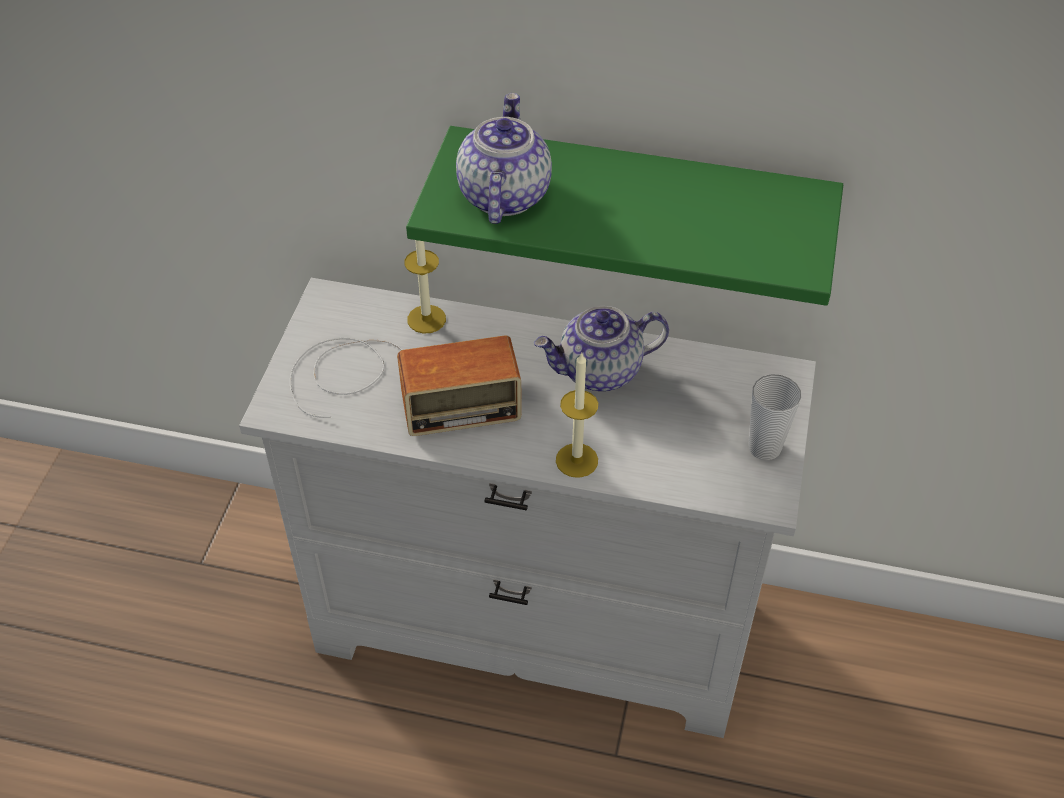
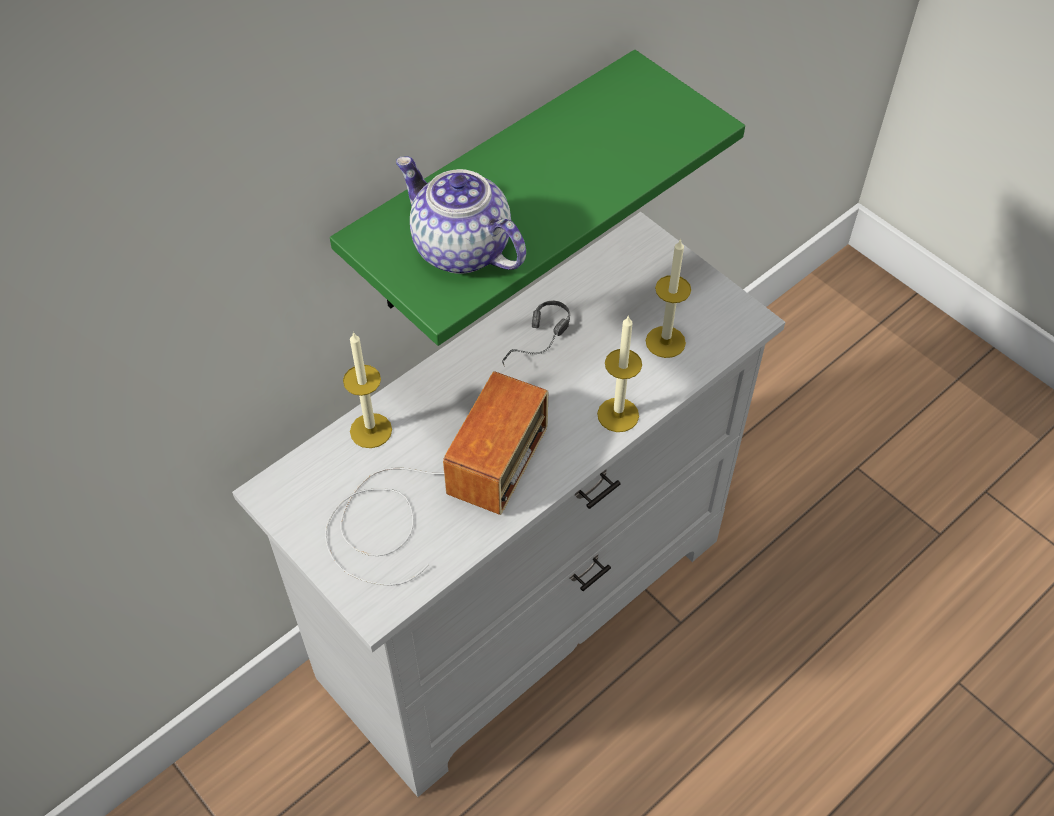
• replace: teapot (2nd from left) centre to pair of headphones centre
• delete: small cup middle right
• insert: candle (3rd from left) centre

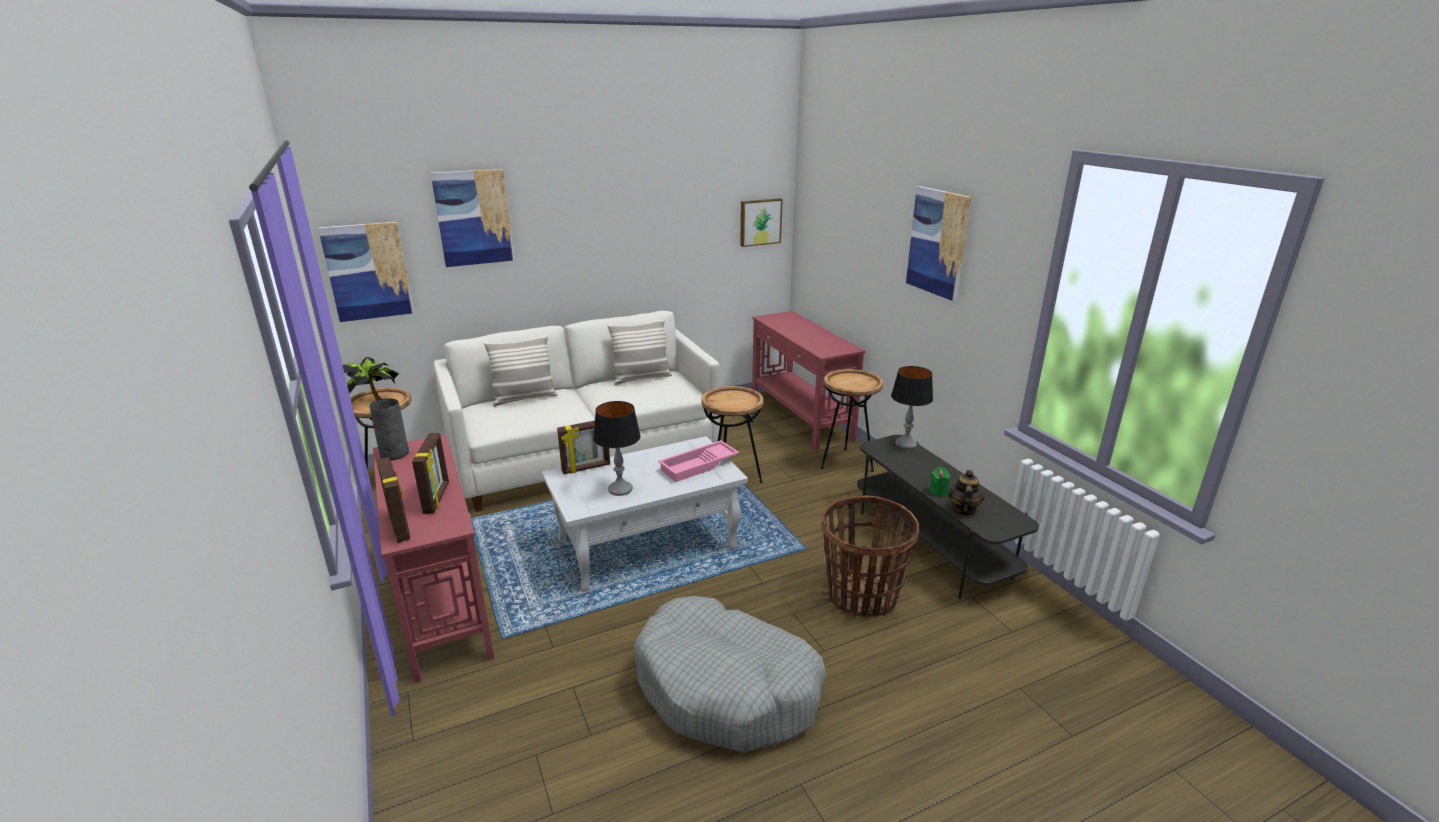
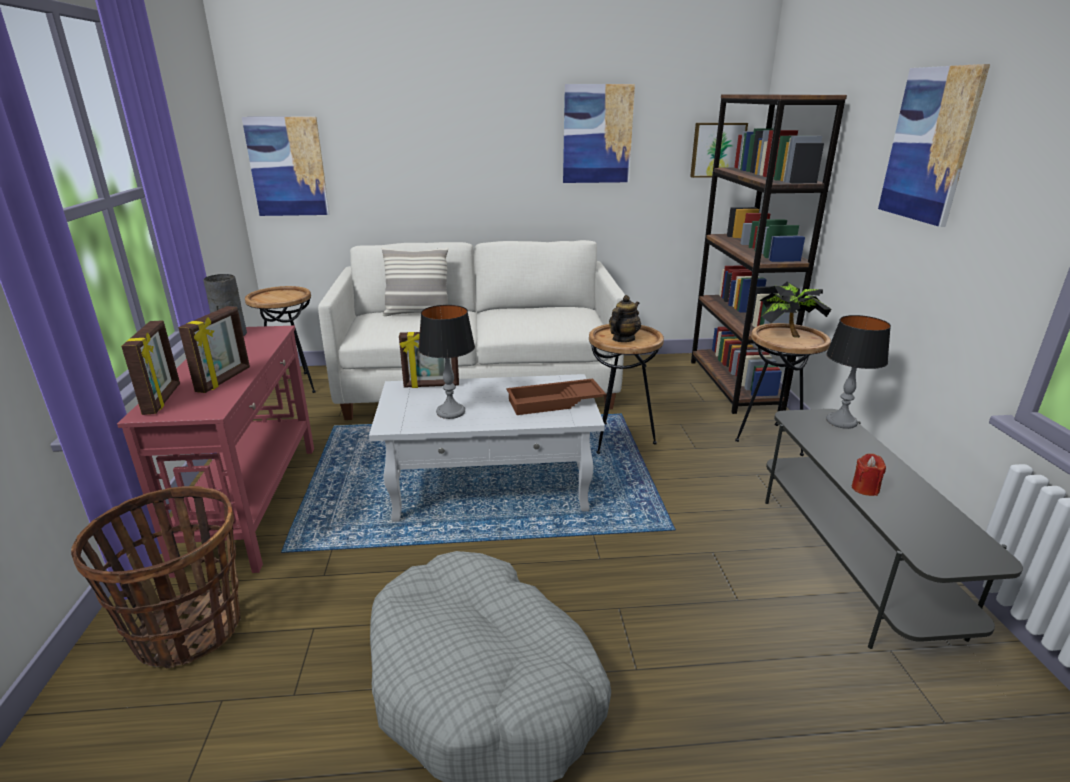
• move: potted plant middle left to middle right
• move: wall art (2nd from left) top left to top centre
• delete: cushion (2nd from left) centre
• recolor: pink tray centre to brownish tray centre
• replace: red-coloured narrow table (2nd from left) centre to brownish bookcase top right
• move: storage basket bottom centre to bottom left
• recolor: greenish candle centre to red-coloured candle middle right
• move: teapot middle right to centre

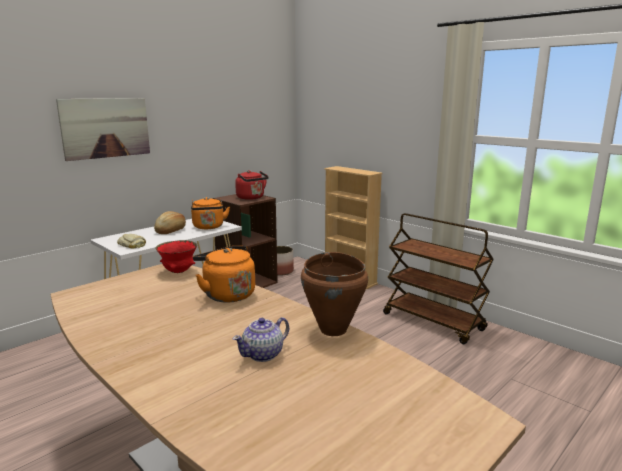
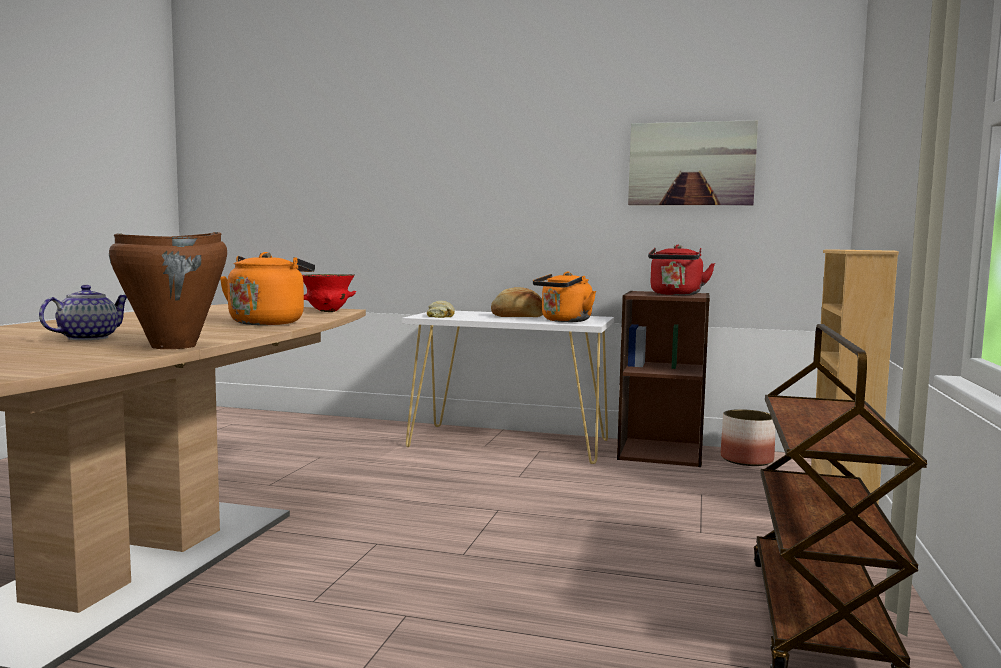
• move: wall art top left to top right
• rotate: teapot bottom centre = middle left 105 degrees clockwise

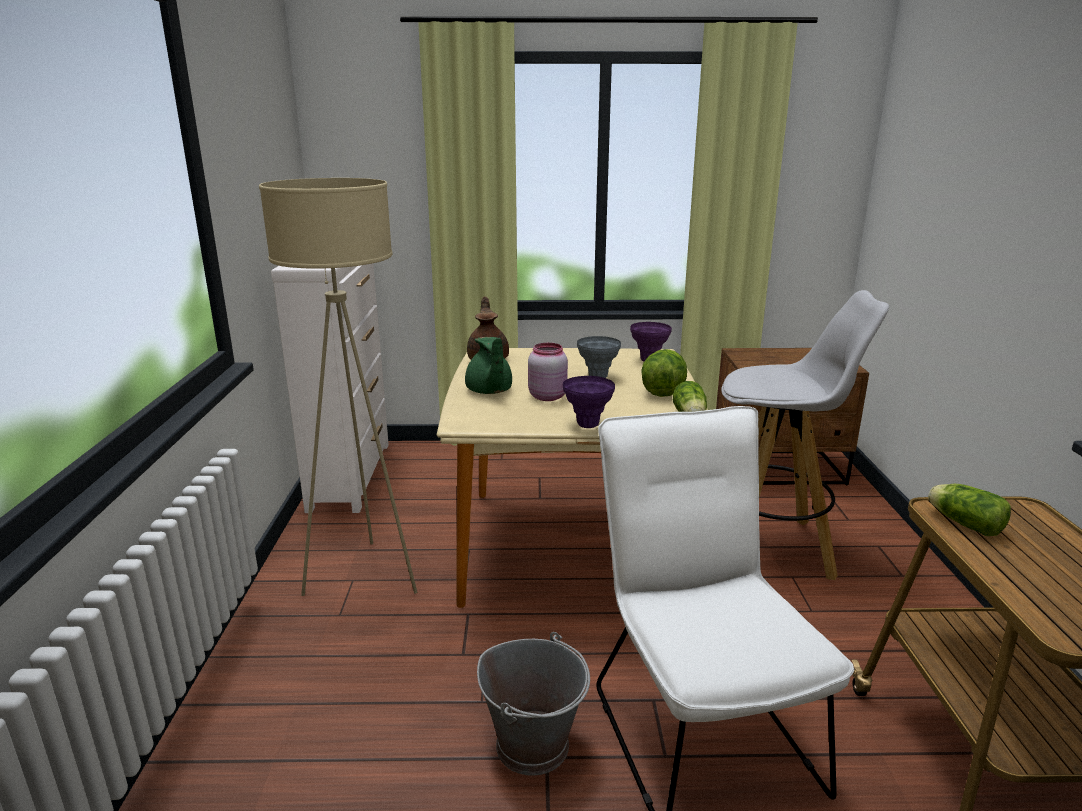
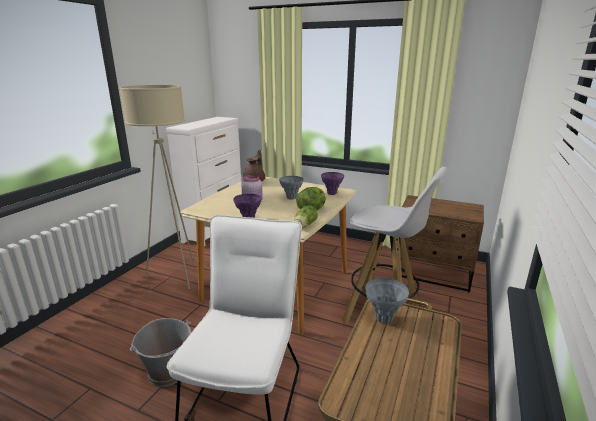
• delete: greenish teapot centre
• replace: head of lettuce (3rd from left) middle right to gray decorative vase (2nd from left) bottom centre

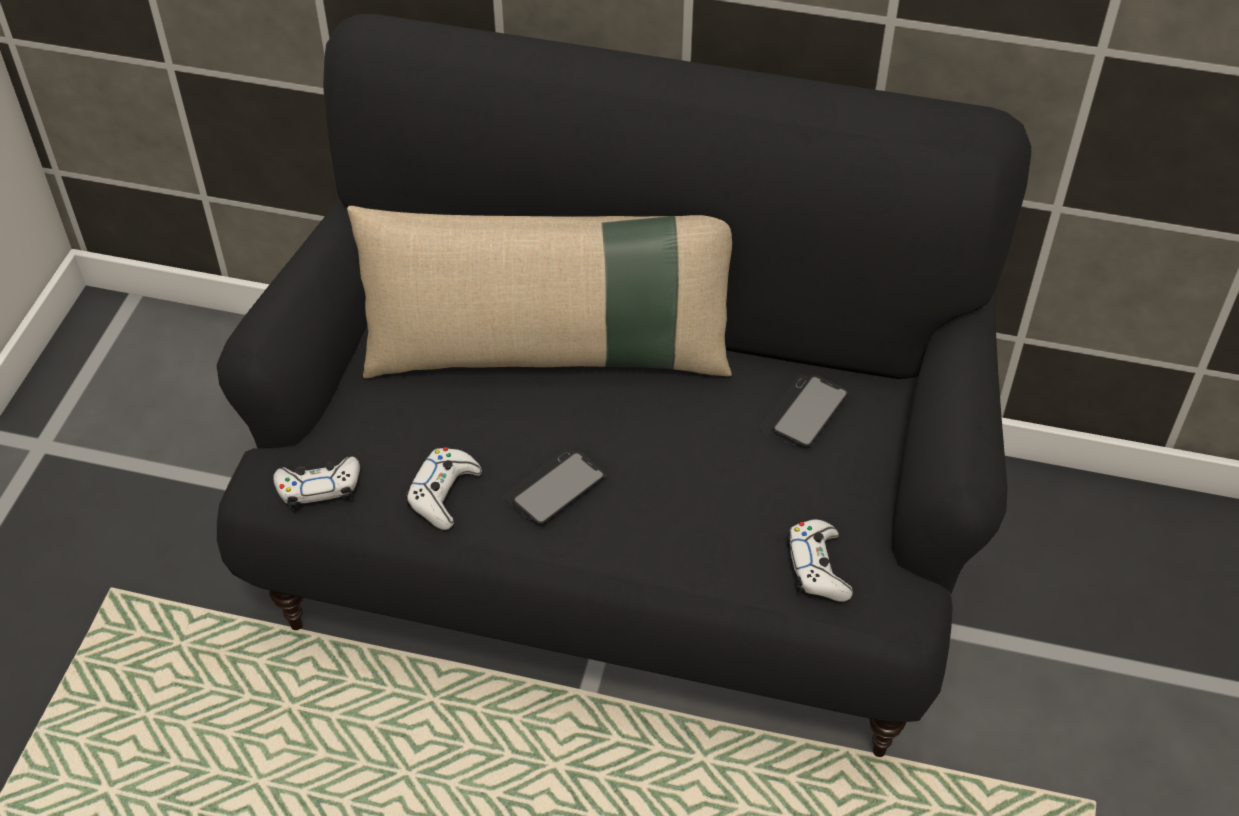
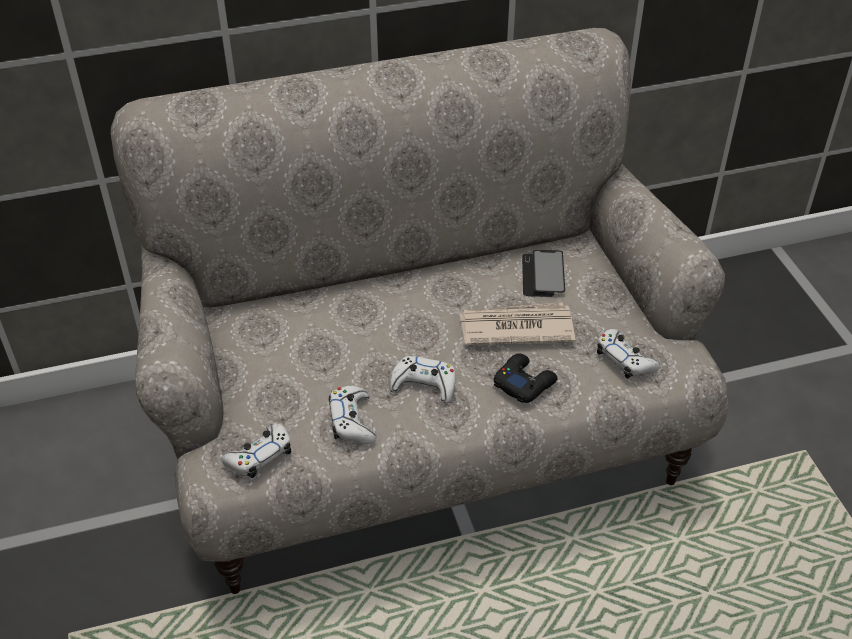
• recolor: blackish sofa centre to sand-coloured sofa centre
• delete: sand-coloured cushion centre
• replace: telephone (1st from left) centre to whitish gamepad (3rd from left) centre
• insert: daily paper centre
• insert: blackish gamepad centre

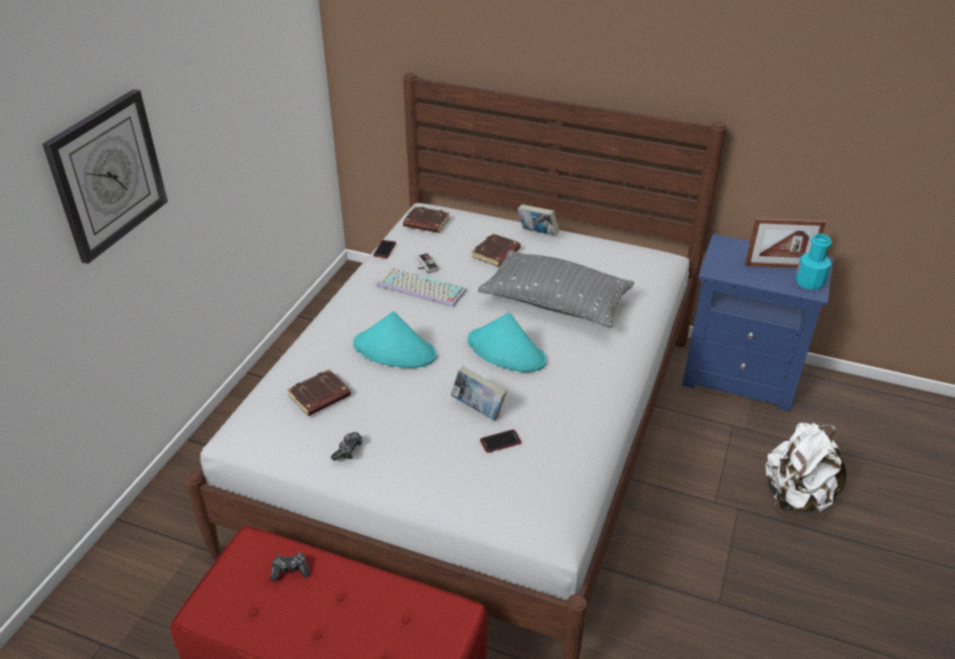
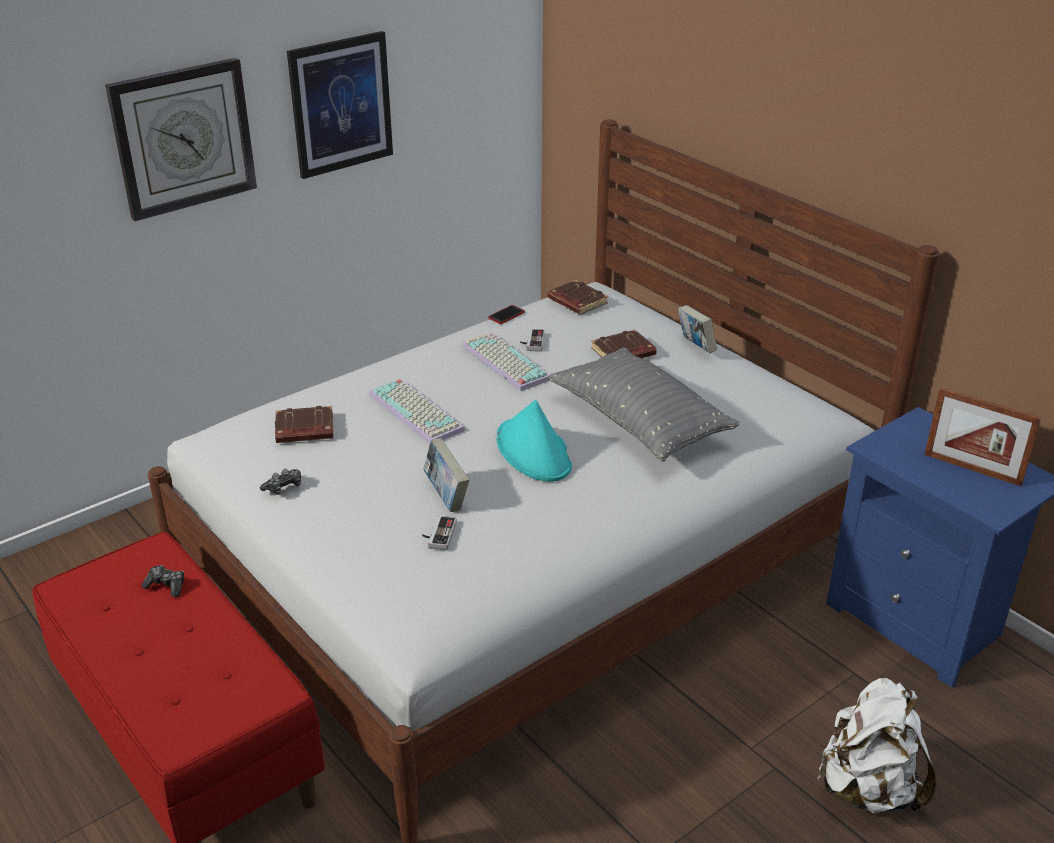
• replace: turquoise clothing hat (1st from left) centre to keyboard (1st from left) centre
• replace: telephone (2nd from left) bottom centre to gamepad (3rd from left) centre
• delete: turquoise drink bottle middle right
• insert: wall art top left

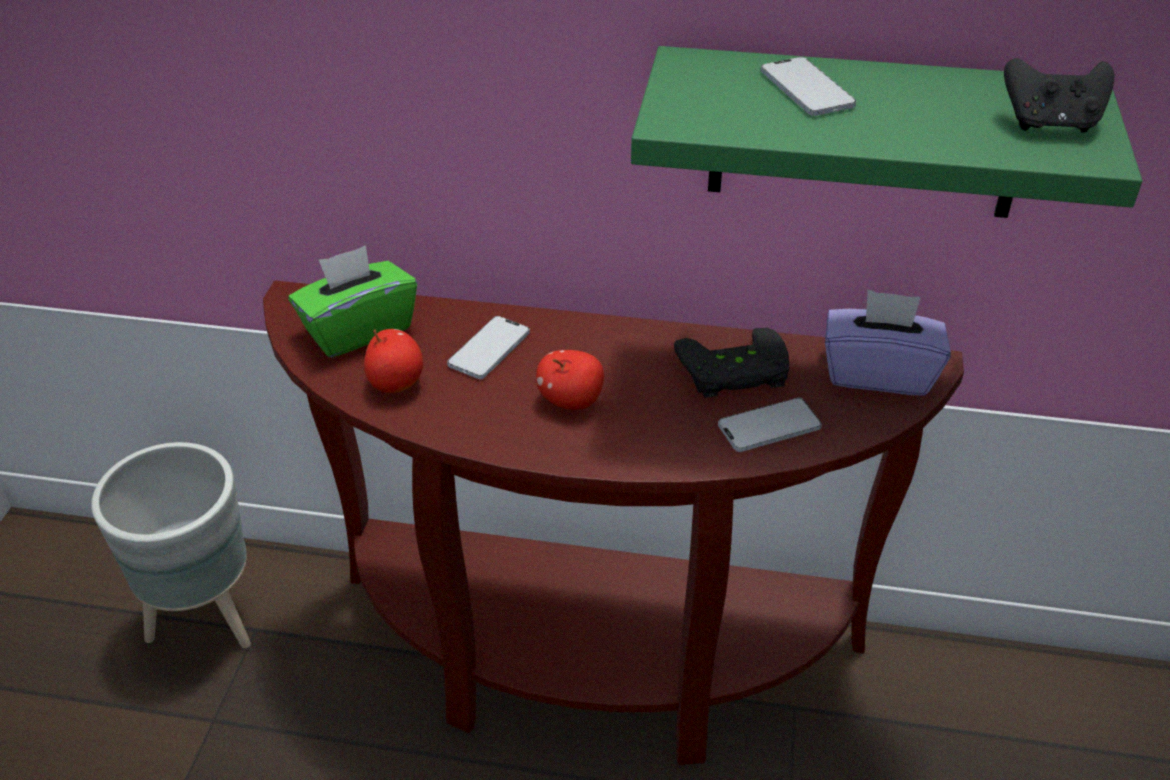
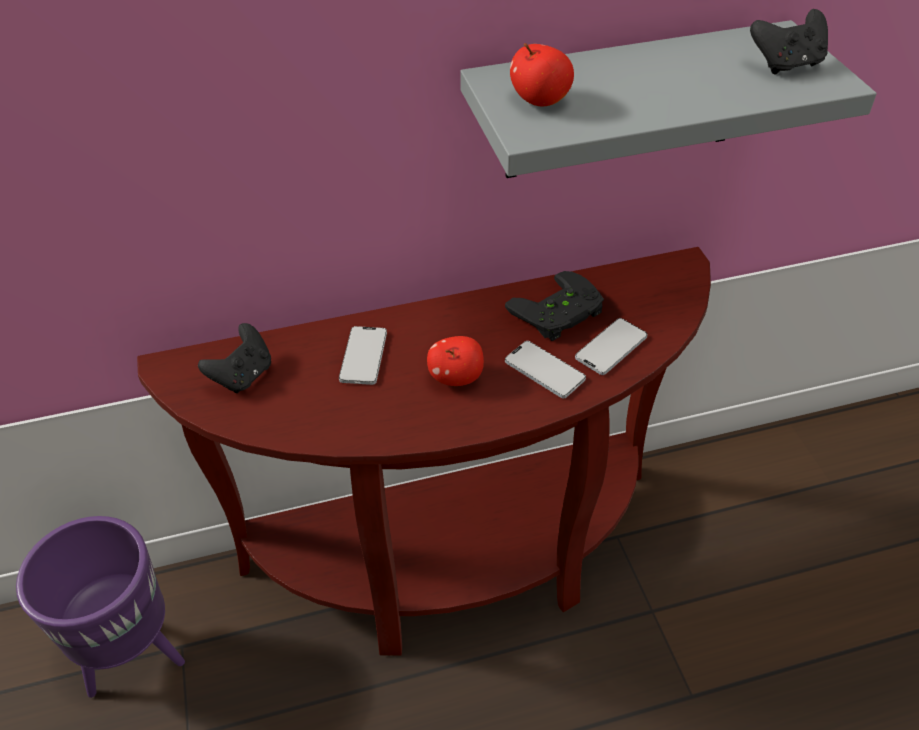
• recolor: gray planter bottom left to purplish planter bottom left
• replace: greenish tissue holder middle left to blackish gamepad (1st from left) middle left
• move: apple fruit (1st from left in the first image) centre to apple fruit (2nd from left) top centre
• recolor: greenish shelf top right to gray shelf top right
• move: telephone (3rd from left in the first image) top right to telephone (2nd from left) centre
• delete: purplish tissue holder middle right

